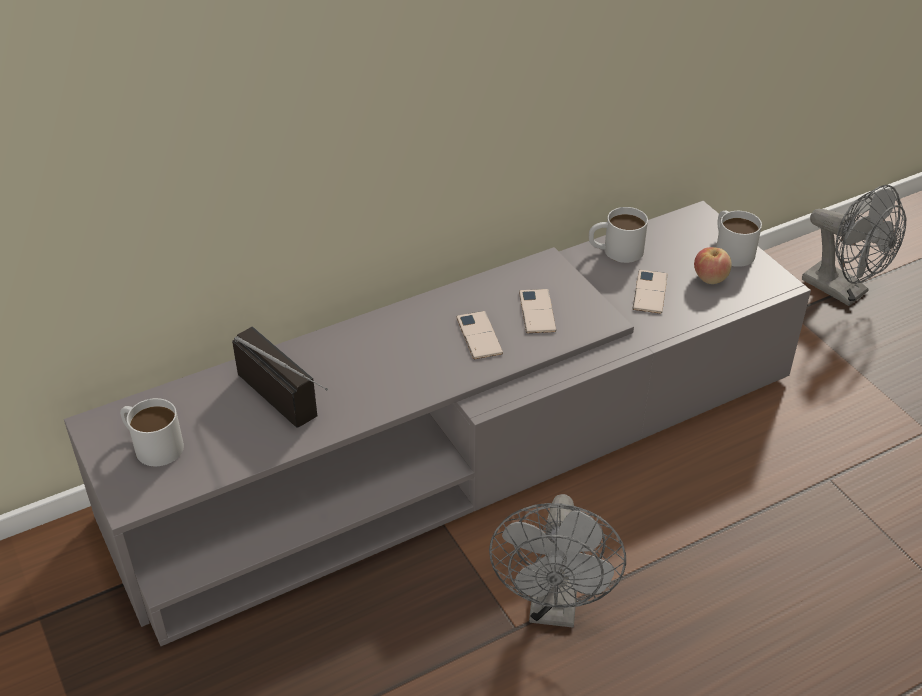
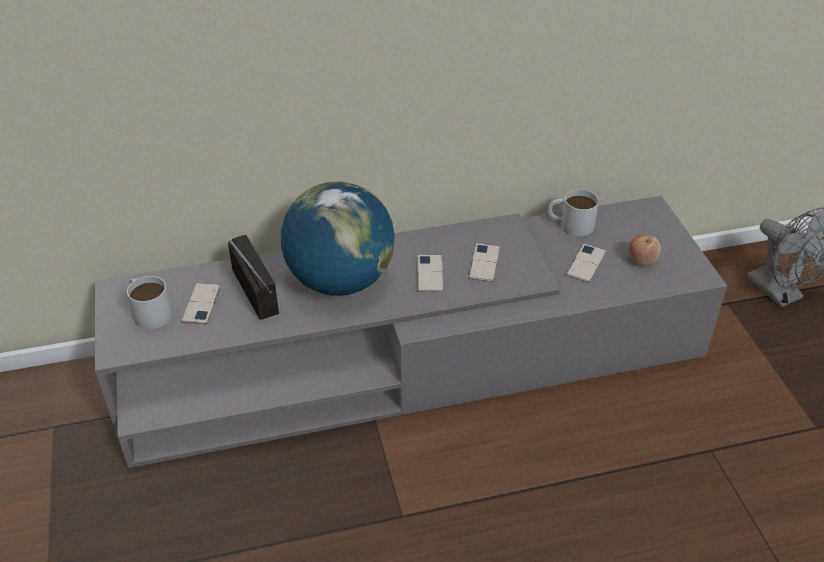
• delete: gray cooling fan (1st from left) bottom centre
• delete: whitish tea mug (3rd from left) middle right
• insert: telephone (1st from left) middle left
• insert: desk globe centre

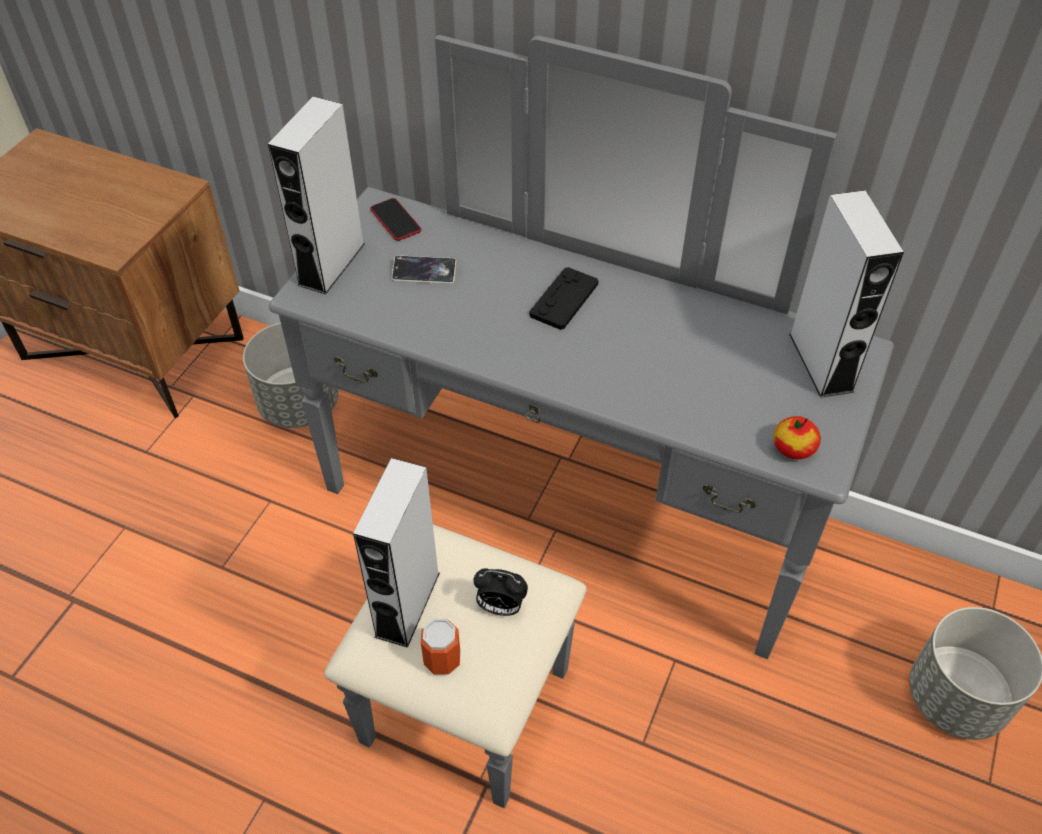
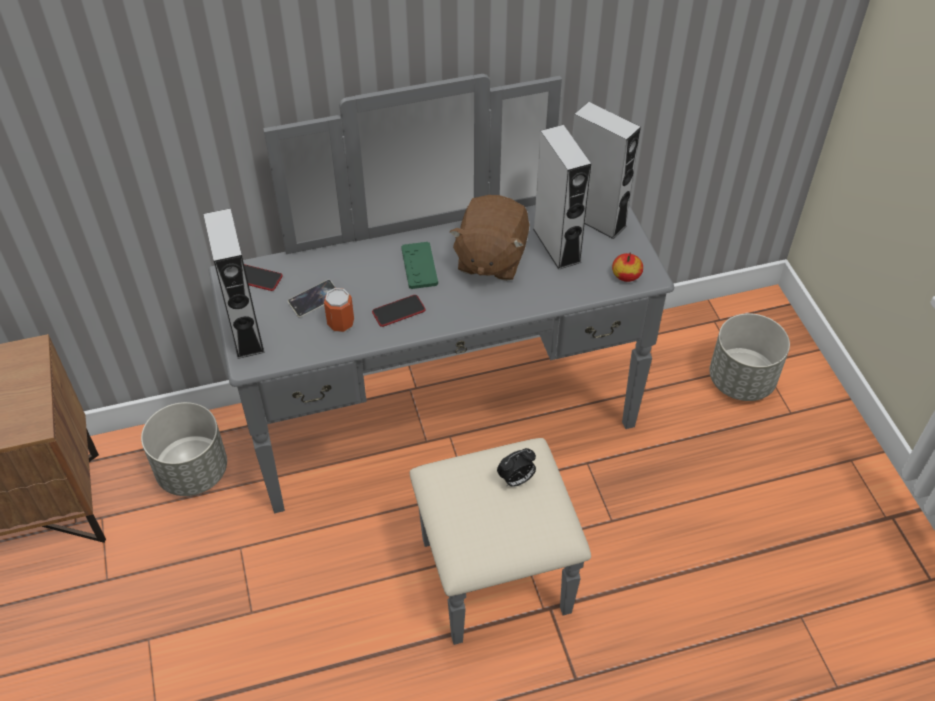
• move: gray speaker (2nd from left) centre to top centre
• move: can bottom centre to centre
• recolor: blackish gamepad centre to greenish gamepad centre
• insert: telephone (3rd from left) centre
• insert: brownish plush toy centre

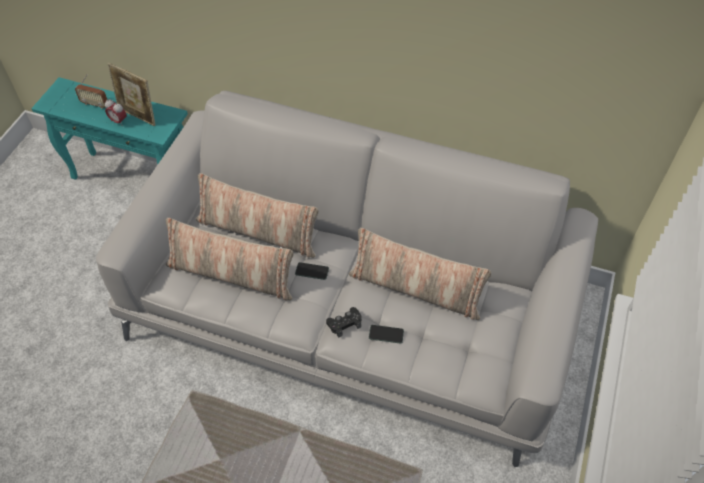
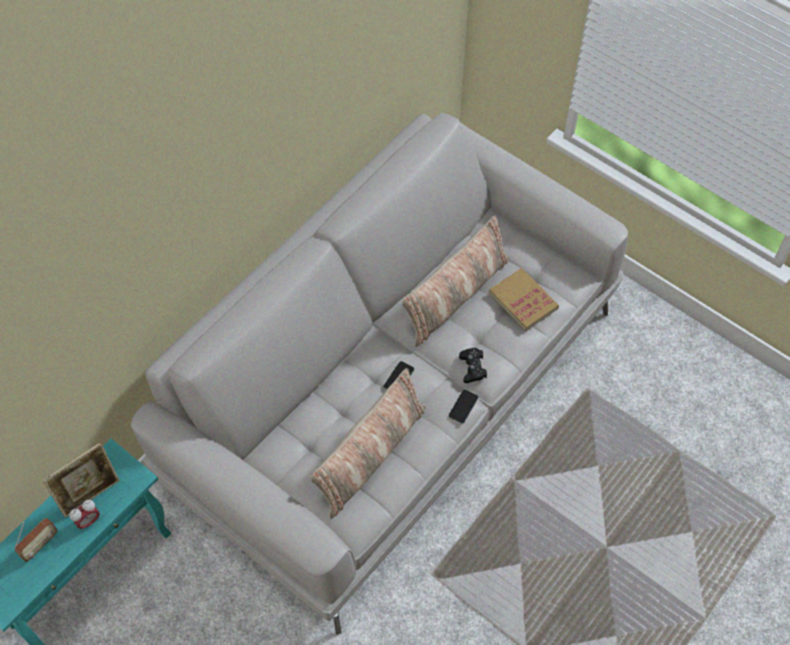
• delete: cushion (2nd from left) centre
• move: telephone (2nd from left) bottom centre to centre
• insert: volume centre

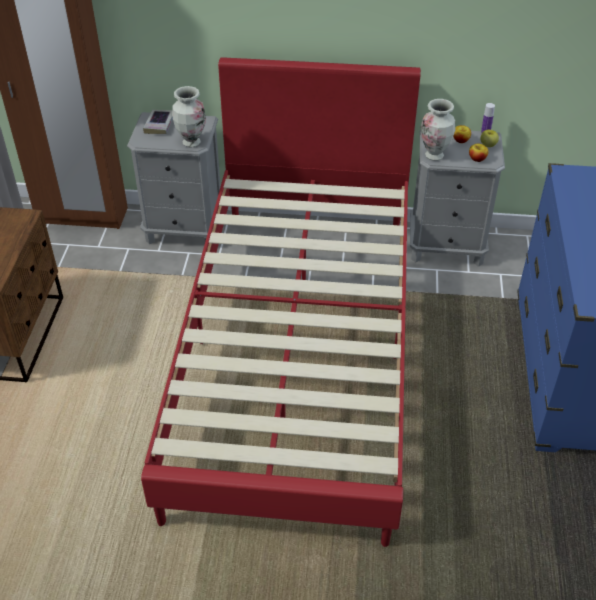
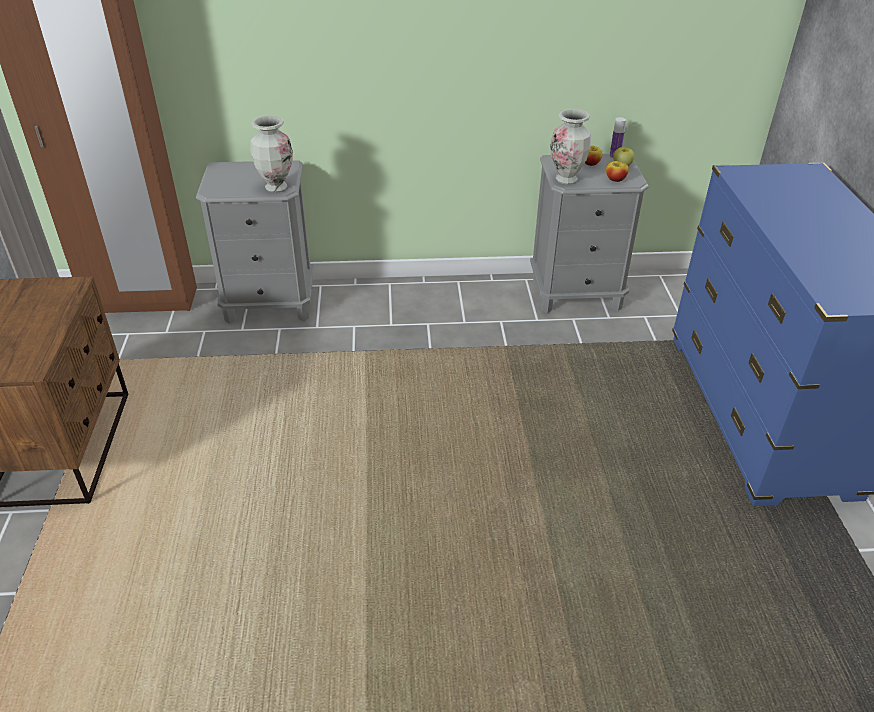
• delete: red-coloured bedroom bed centre
• delete: volume top left

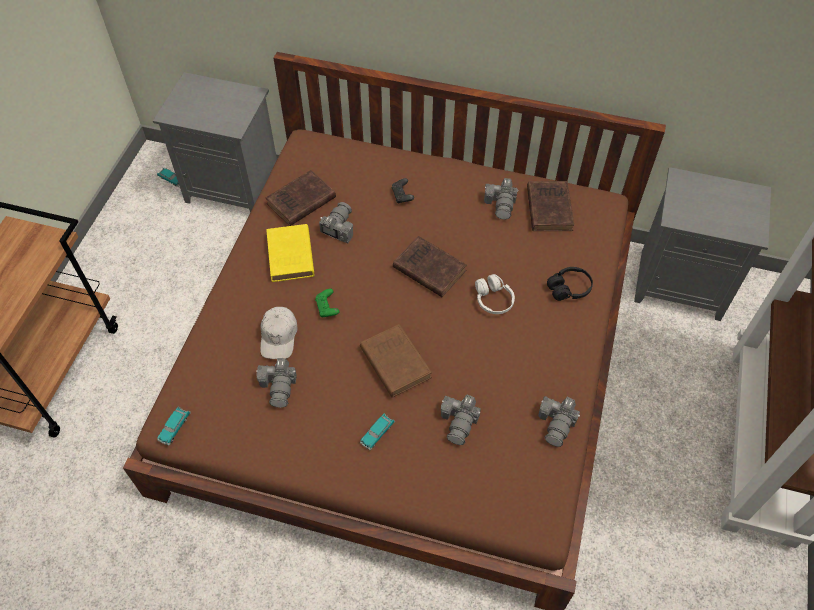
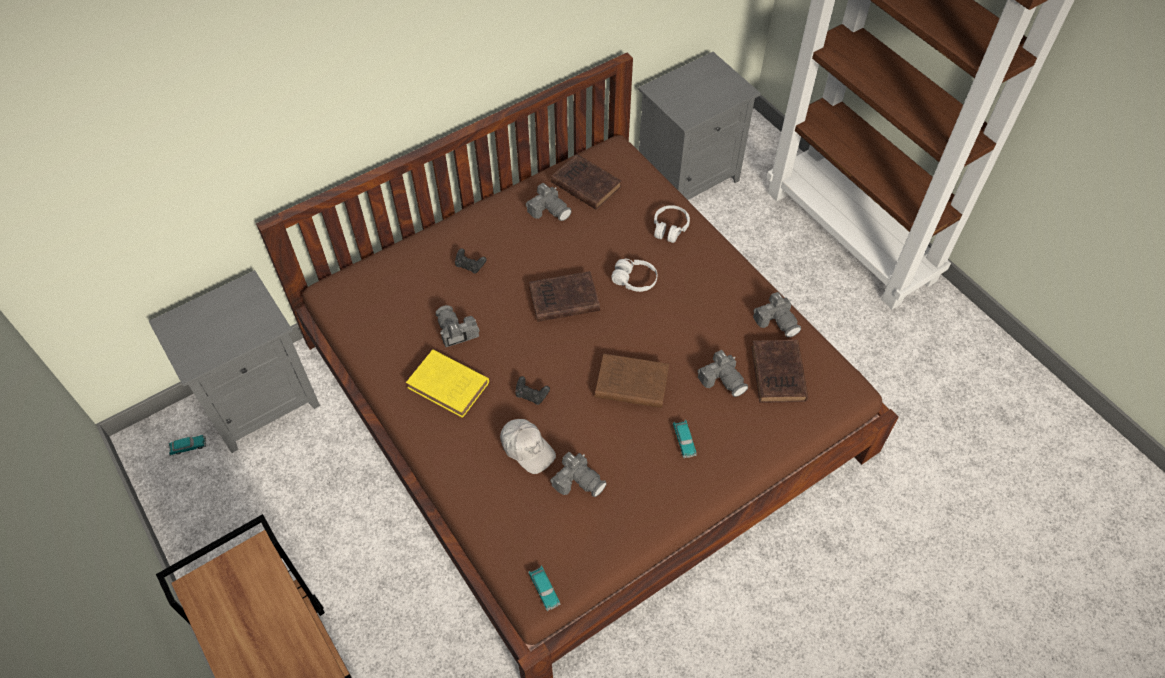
• move: brownish volume (1st from left in the first image) top centre to brownish volume (4th from left) middle right
• recolor: greenish gamepad centre to blackish gamepad (2nd from left) centre
• recolor: blackish pair of headphones middle right to whitish pair of headphones (2nd from left) top centre

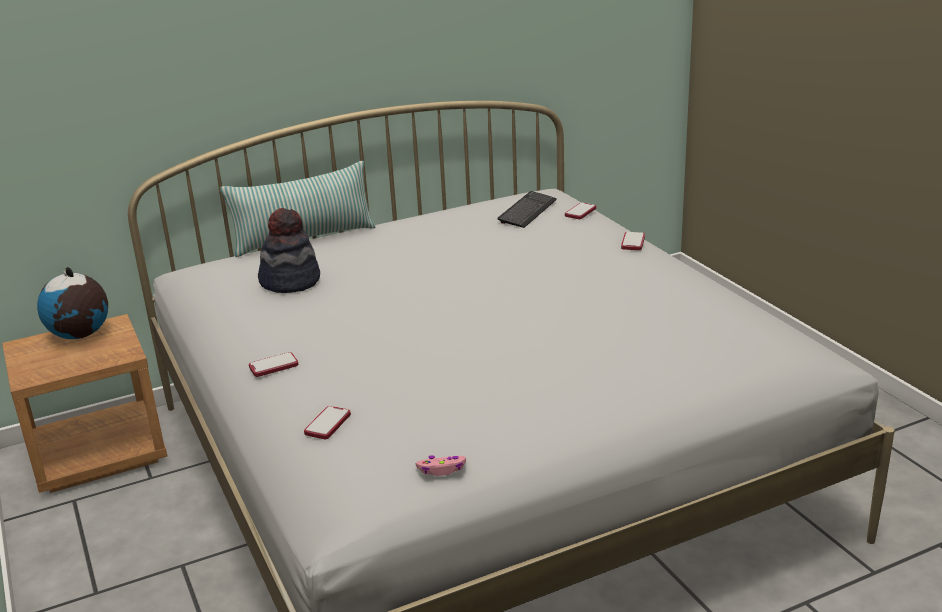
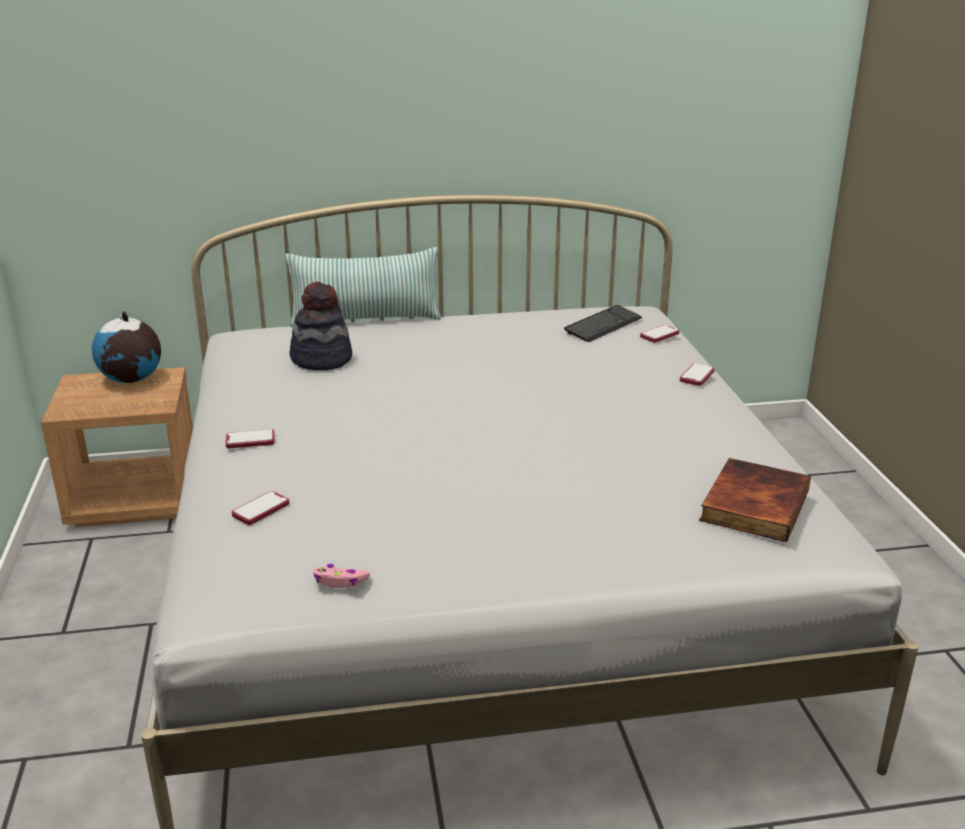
• insert: volume middle right

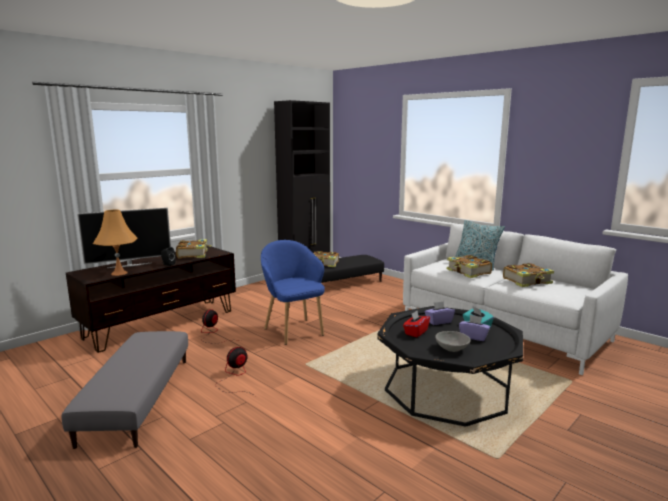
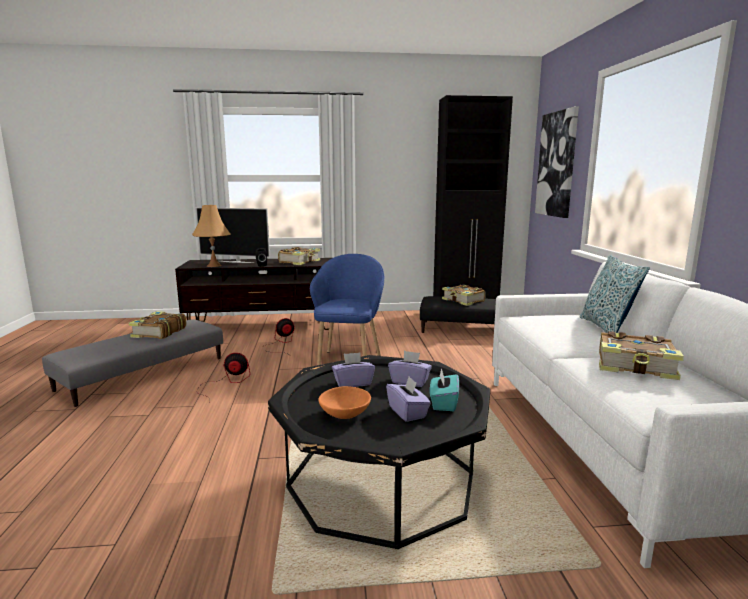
• recolor: red-coloured tissue holder centre to purplish tissue holder (1st from left) centre
• recolor: gray serving bowl bottom right to orange-coloured serving bowl bottom centre
• move: volume (3rd from left in the first image) middle right to volume (1st from left) middle left
• insert: wall art top right

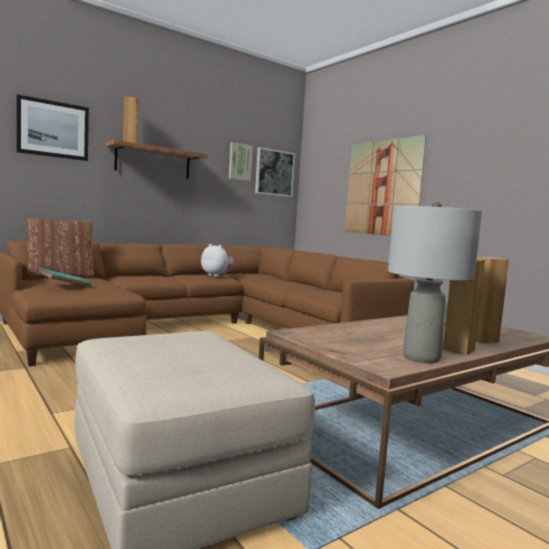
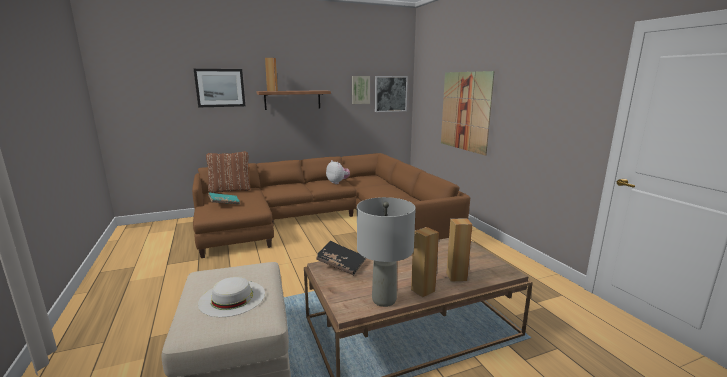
• insert: whitish clothing hat bottom left
• insert: blackish volume bottom centre

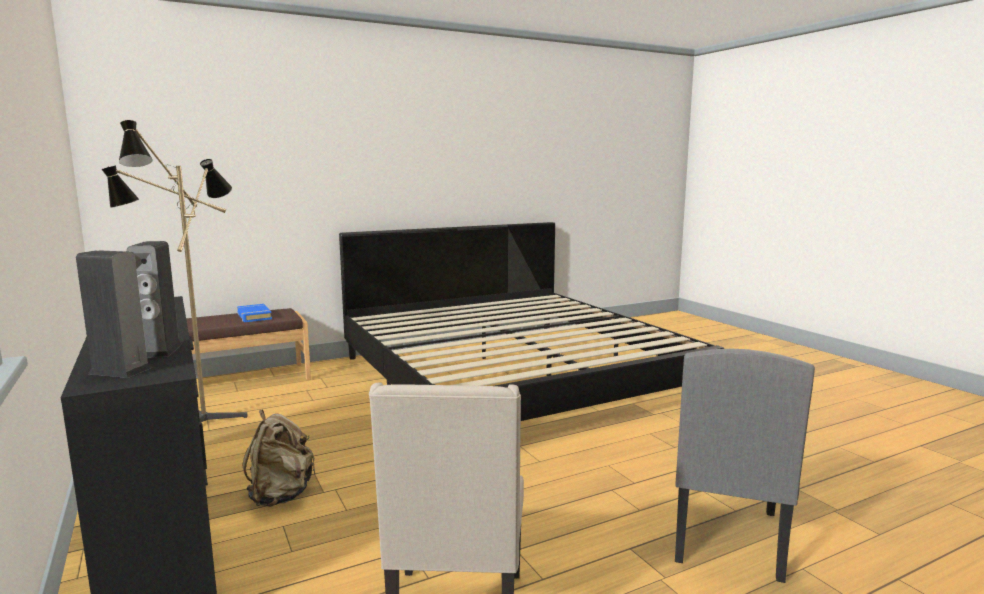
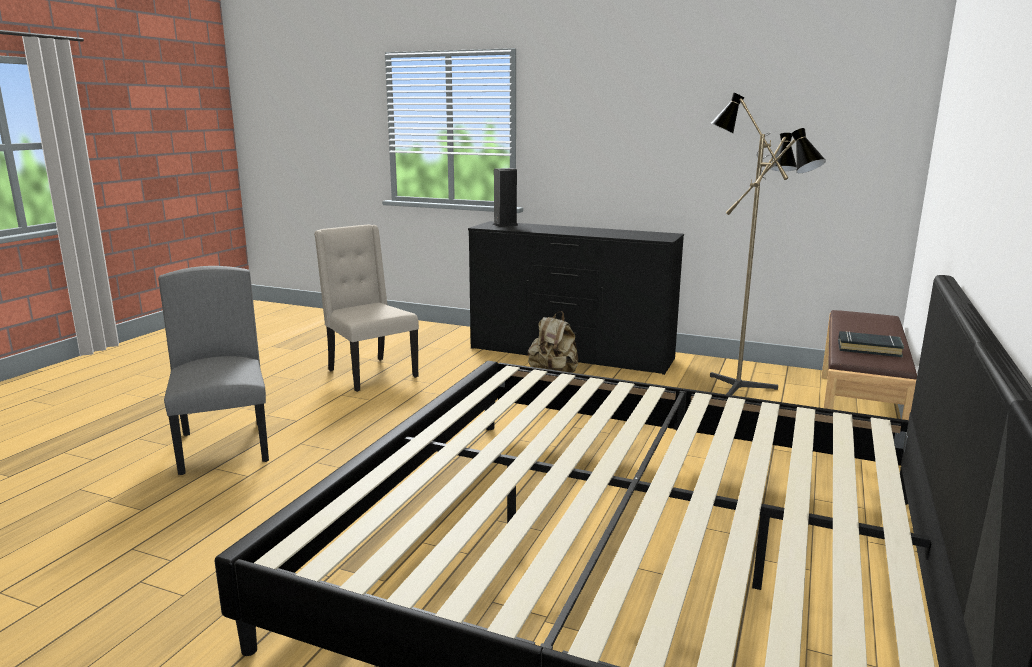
• delete: speaker (2nd from left) middle left
• recolor: blue-coloured volume middle left to blackish volume middle right

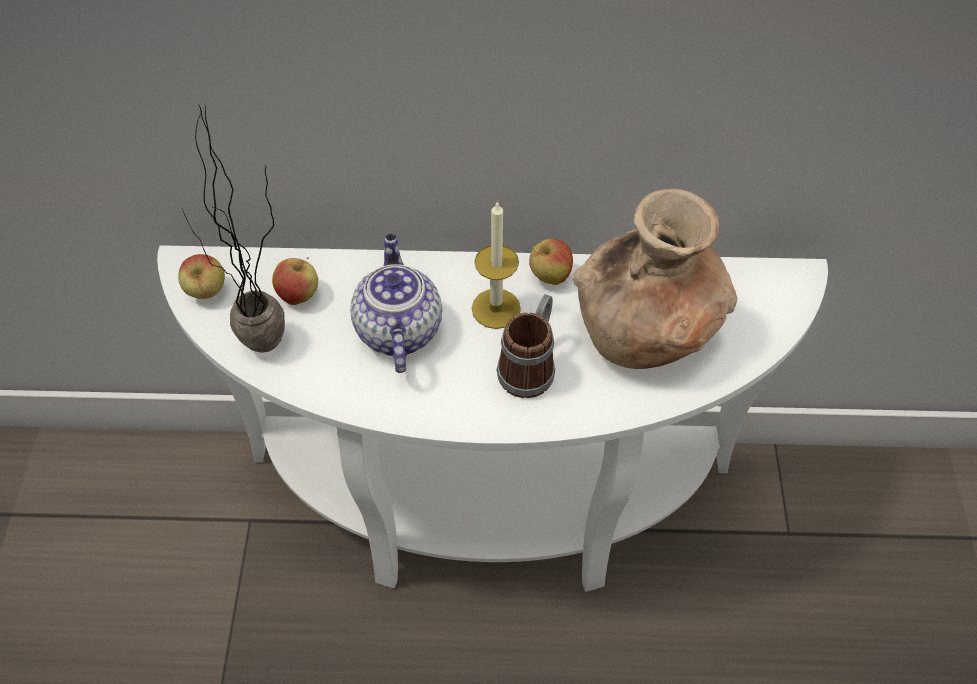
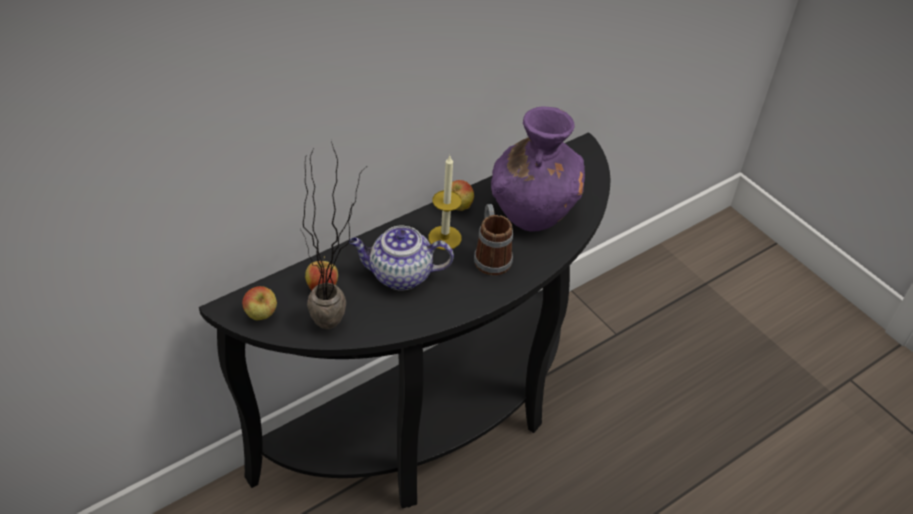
• recolor: whitish narrow table centre to blackish narrow table centre
• rotate: teapot centre = centre 45 degrees counterclockwise
• recolor: brownish decorative vase middle right to purplish decorative vase top centre

